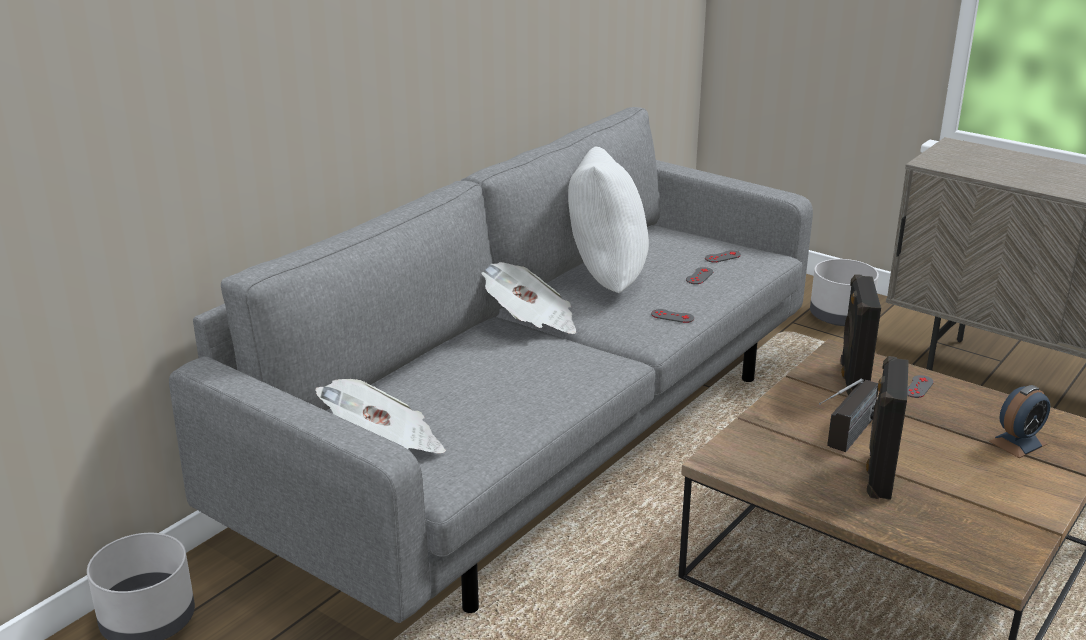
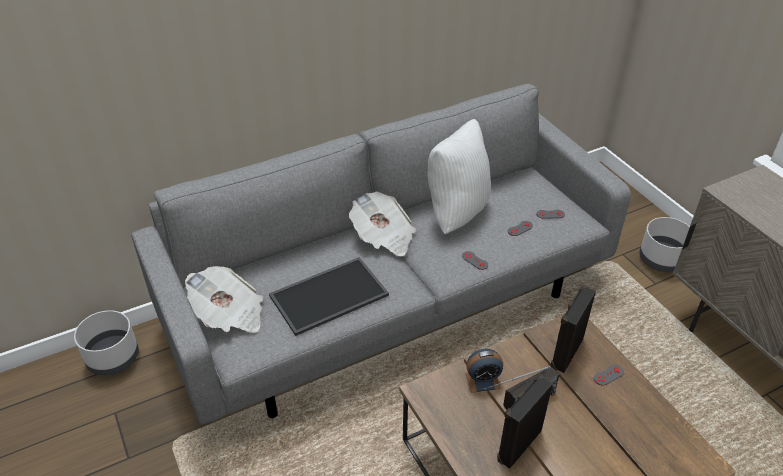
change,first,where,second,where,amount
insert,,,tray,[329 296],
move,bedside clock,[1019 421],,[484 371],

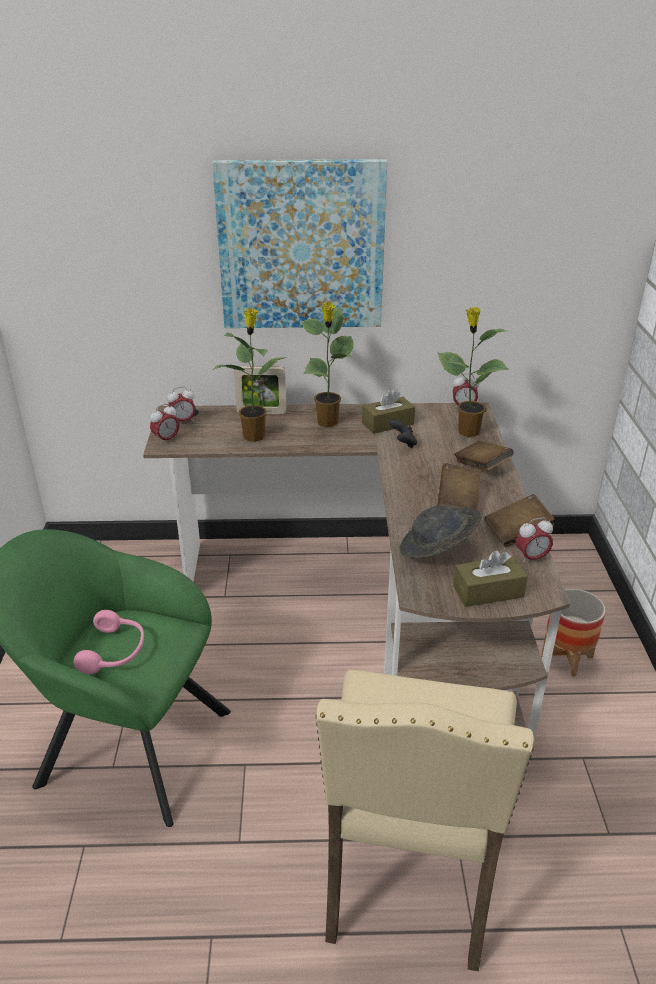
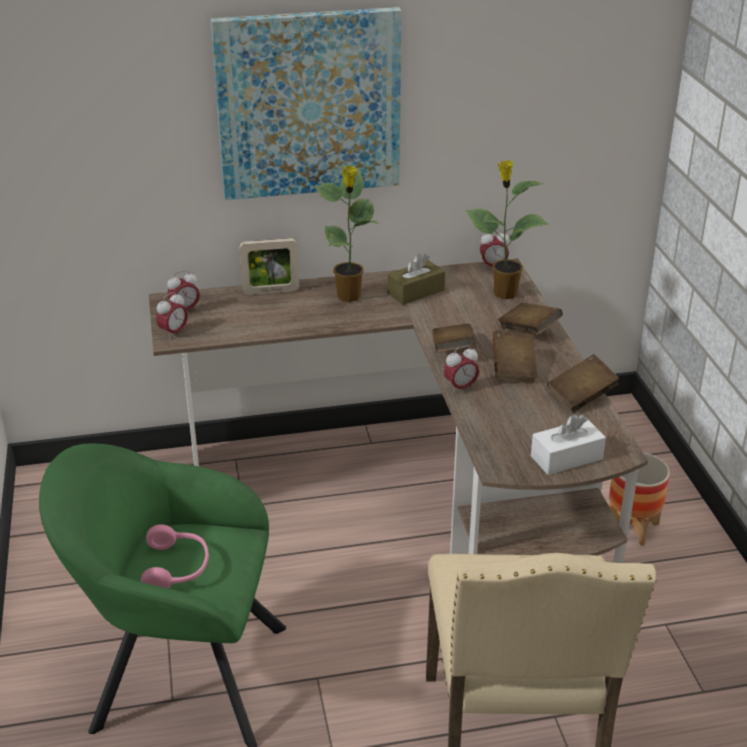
change,first,where,second,where,amount
delete,plant in a pot,[249 375],,,
delete,black-coloured joypad,[403 433],,,
delete,grey wearable hat,[441 532],,,
insert,,,brown book,[454 338],
move,bedside clock,[534 541],,[461 369],
recolor,brown box of tissues,[490 578],white box of tissues,[568 444],

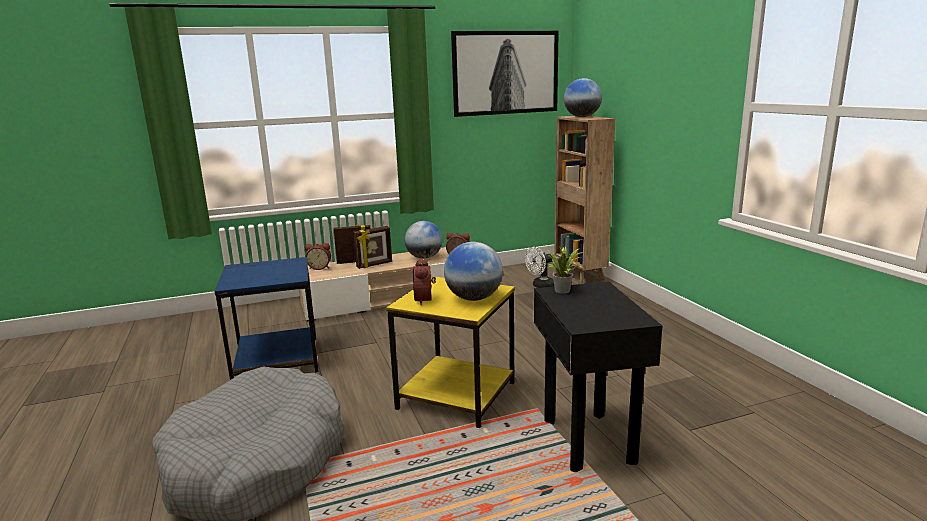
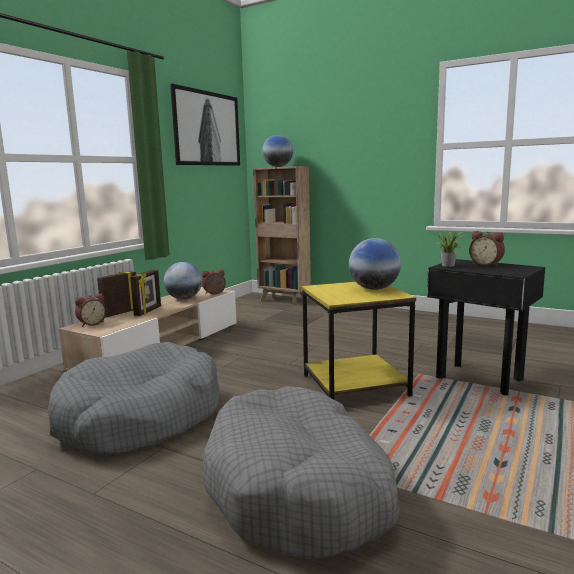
change,first,where,second,where,amount
delete,white cooling fan,[539 267],,,
move,bedside clock,[424 281],,[487 248],
replace,bluish accent table,[267 318],grey dog bed,[134 399],

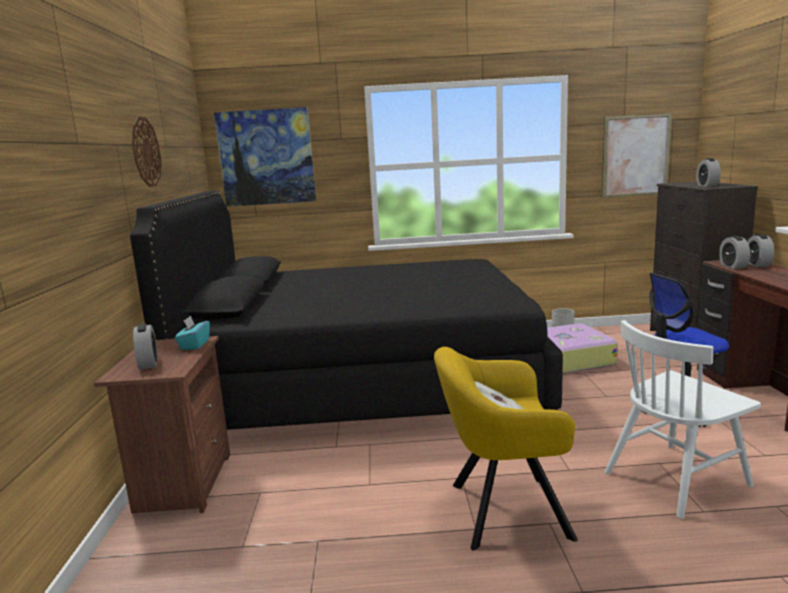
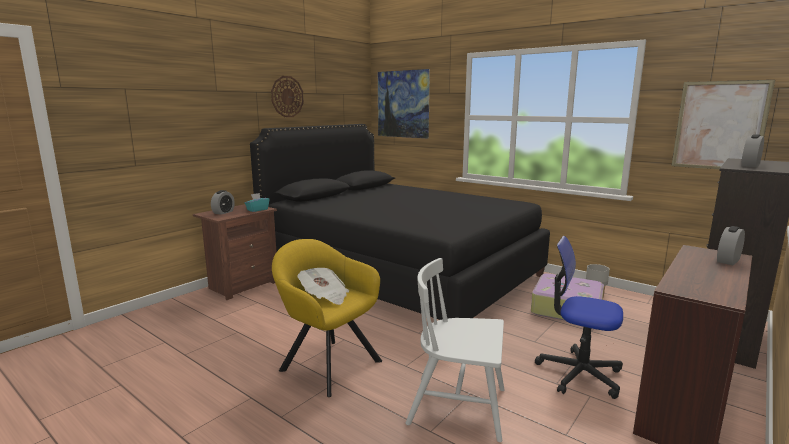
change,first,where,second,where,amount
delete,bedside clock,[734 252],,,

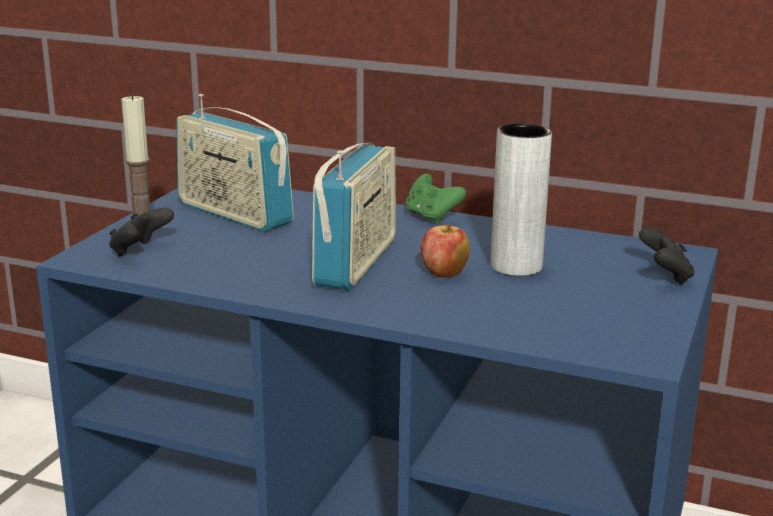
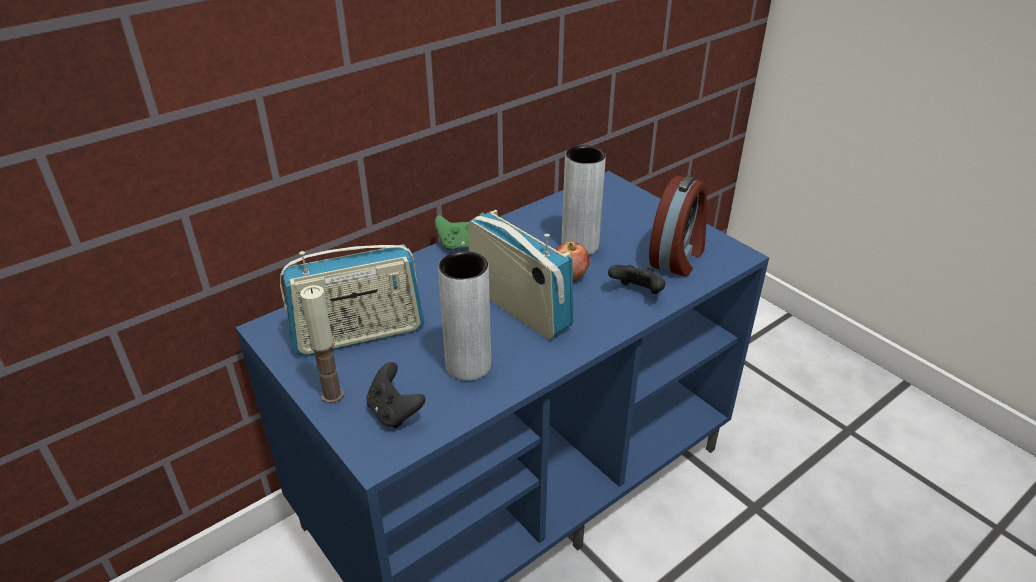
change,first,where,second,where,amount
insert,,,grey decorative vase,[464 316],
insert,,,bedside clock,[678 226],
move,black-coloured joypad,[666 256],,[637 279],

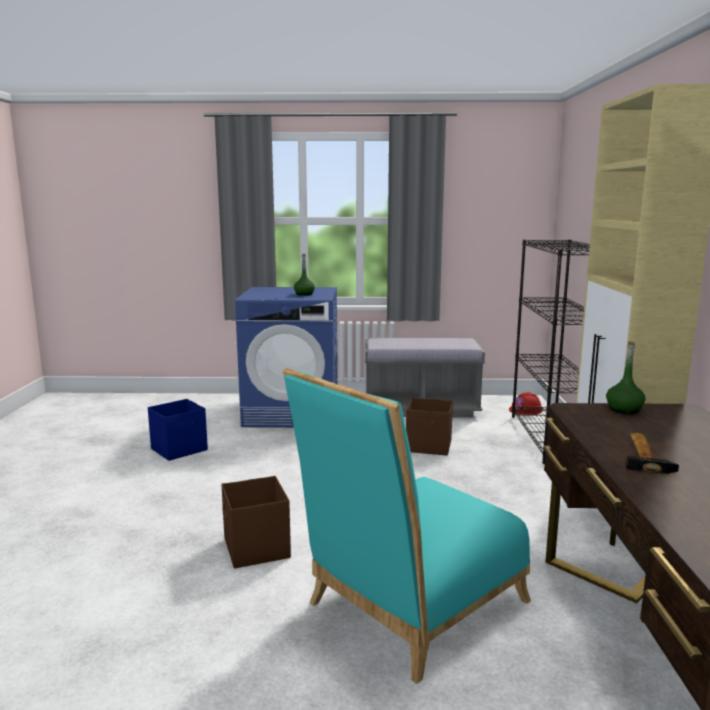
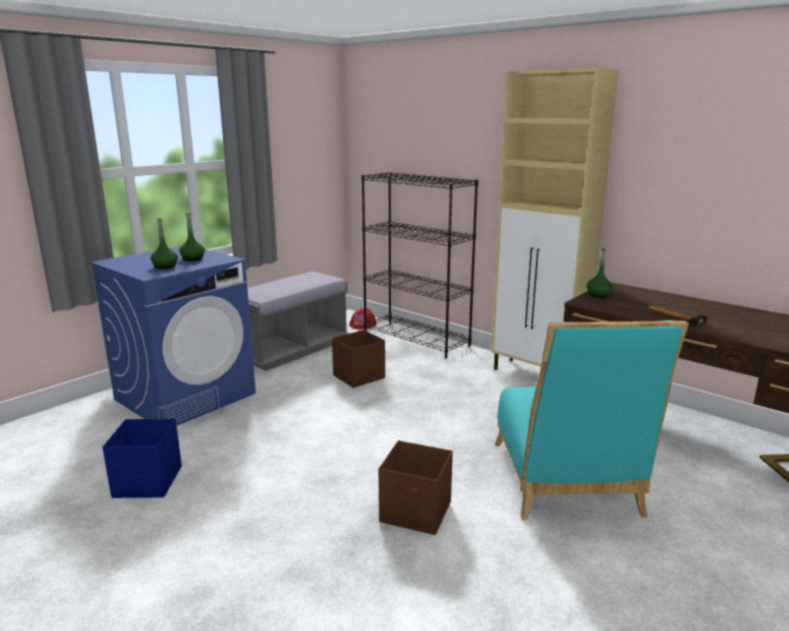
change,first,where,second,where,amount
insert,,,greenish drink bottle,[164 243],

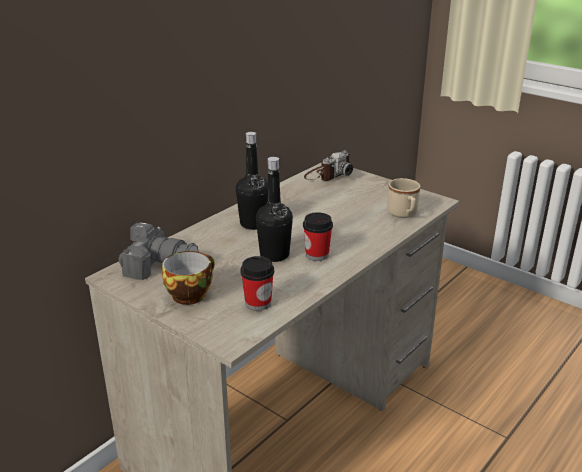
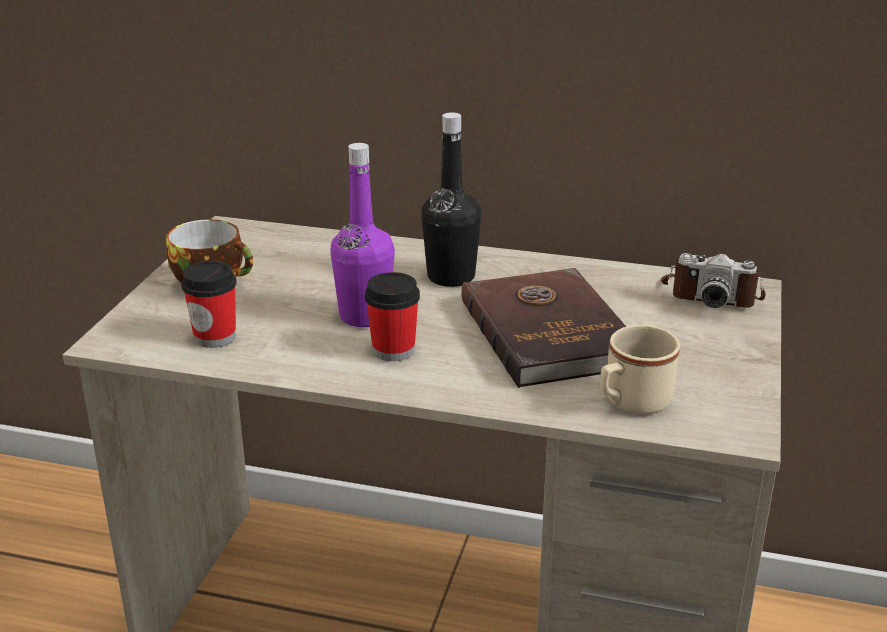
change,first,where,second,where,amount
delete,photo camera,[158 251],,,
insert,,,brown book,[543 328],
recolor,black-coloured drink bottle,[274 209],purple-coloured drink bottle,[362 235],

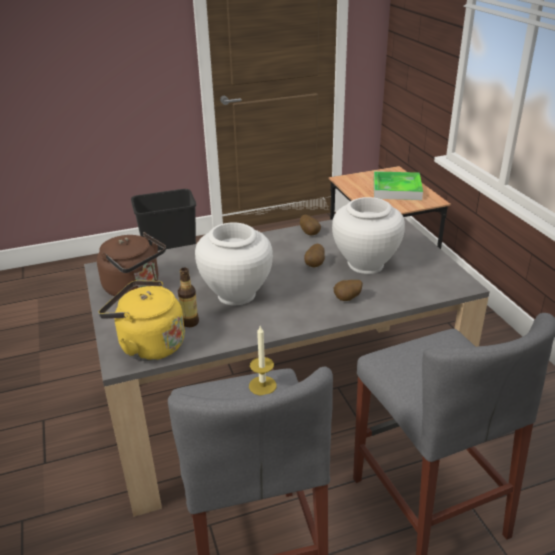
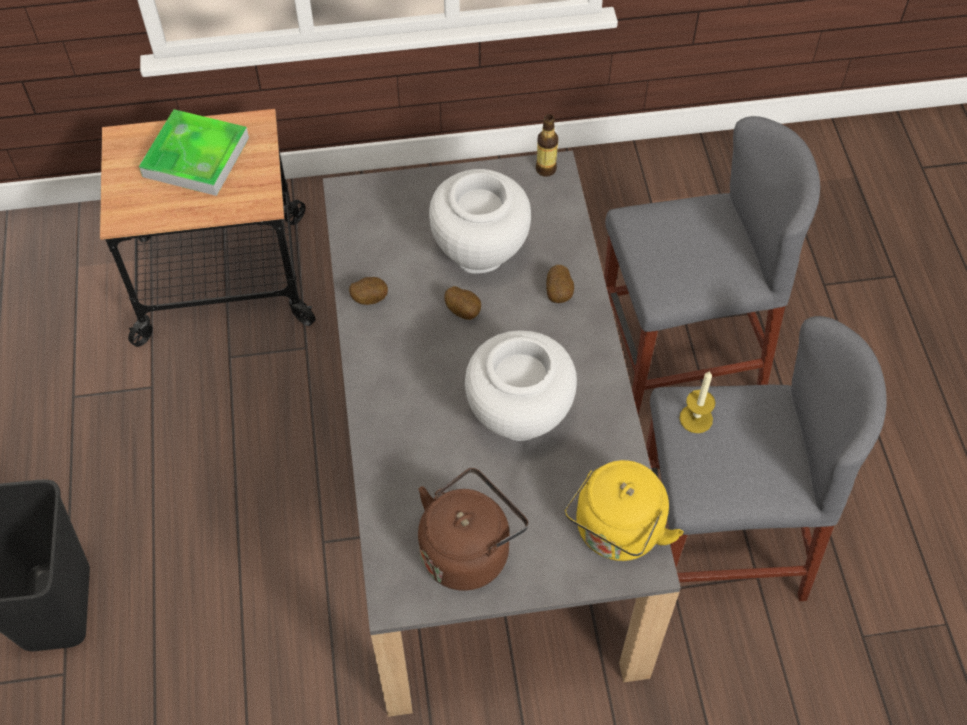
change,first,where,second,where,amount
move,drink bottle,[188 297],,[547 145],

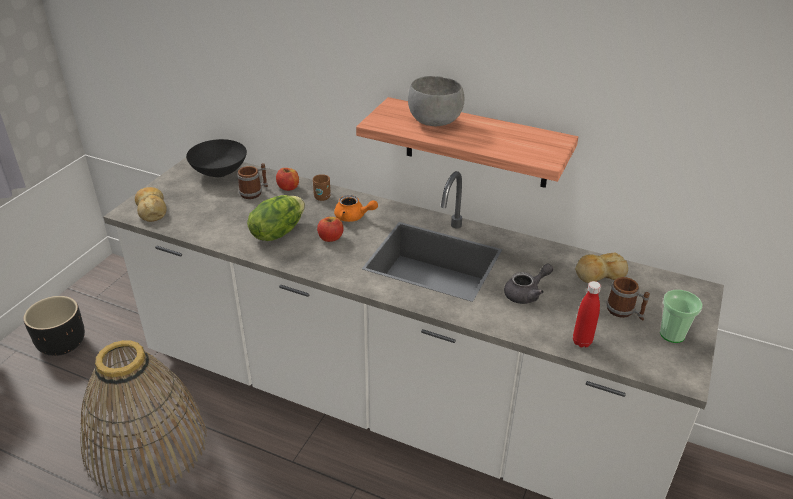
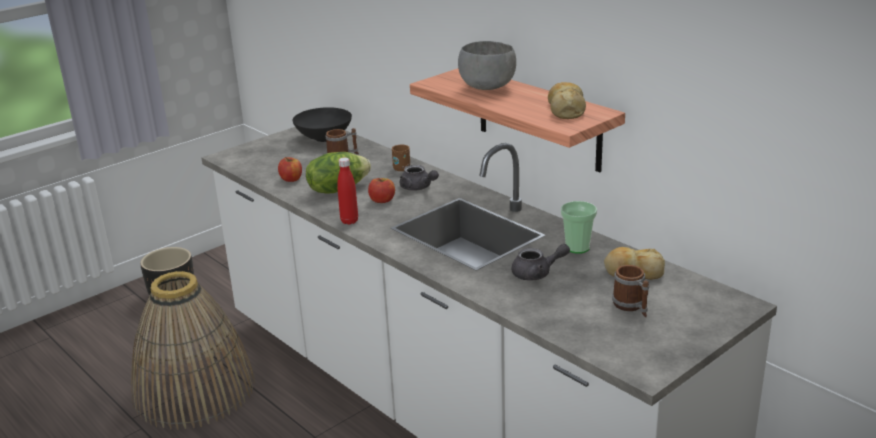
change,first,where,second,where,amount
move,bread,[151 204],,[567 100],
move,whole apple,[287 179],,[290 169],
move,red drink bottle,[587 314],,[347 191],
move,drinking cup,[681 316],,[579 227],
recolor,orange pot for tea,[356 208],grey pot for tea,[419 178],

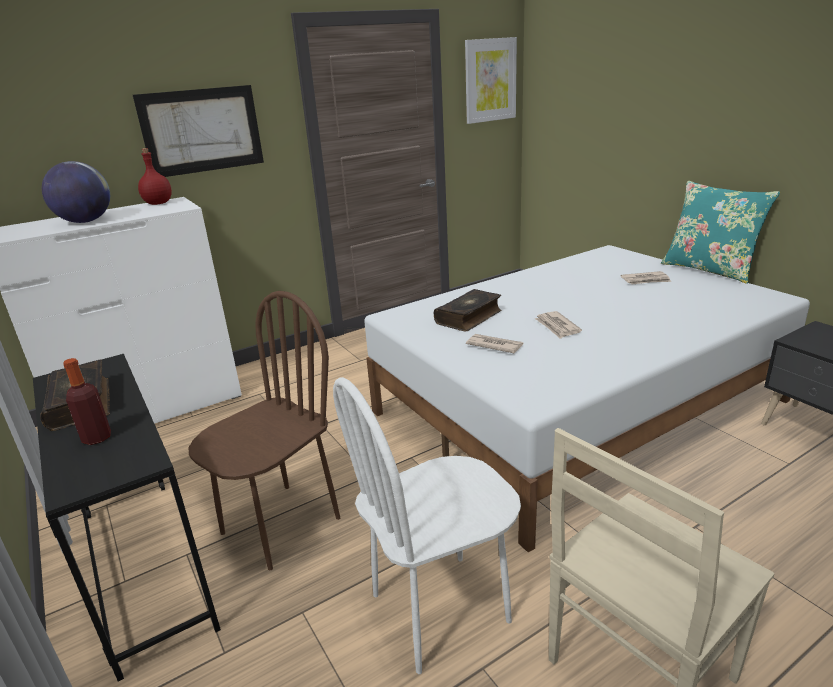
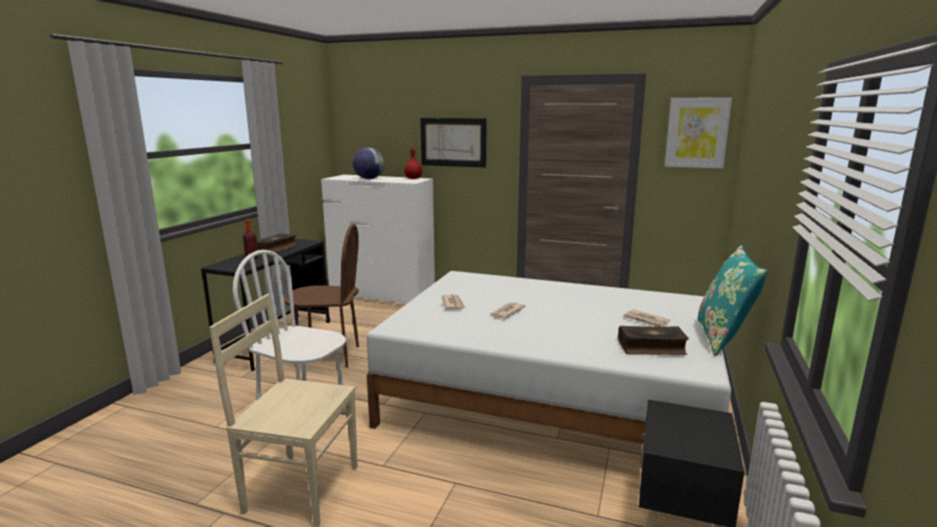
change,first,where,second,where,amount
move,book,[468 310],,[653 340],

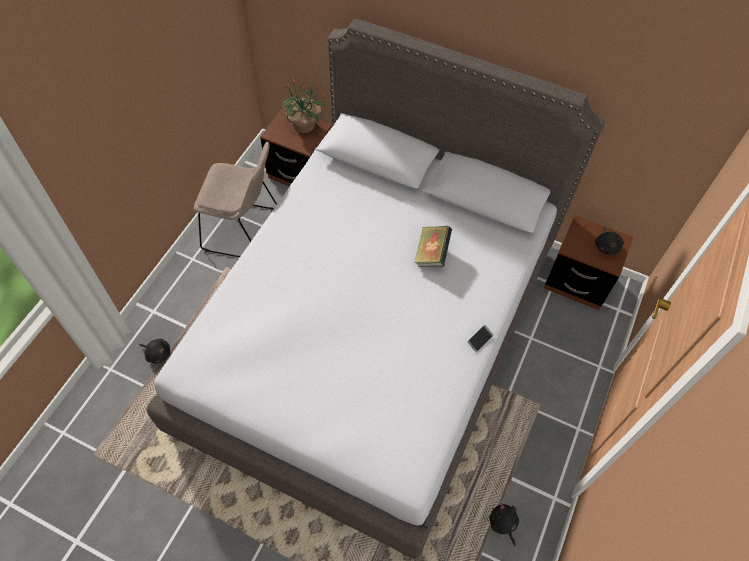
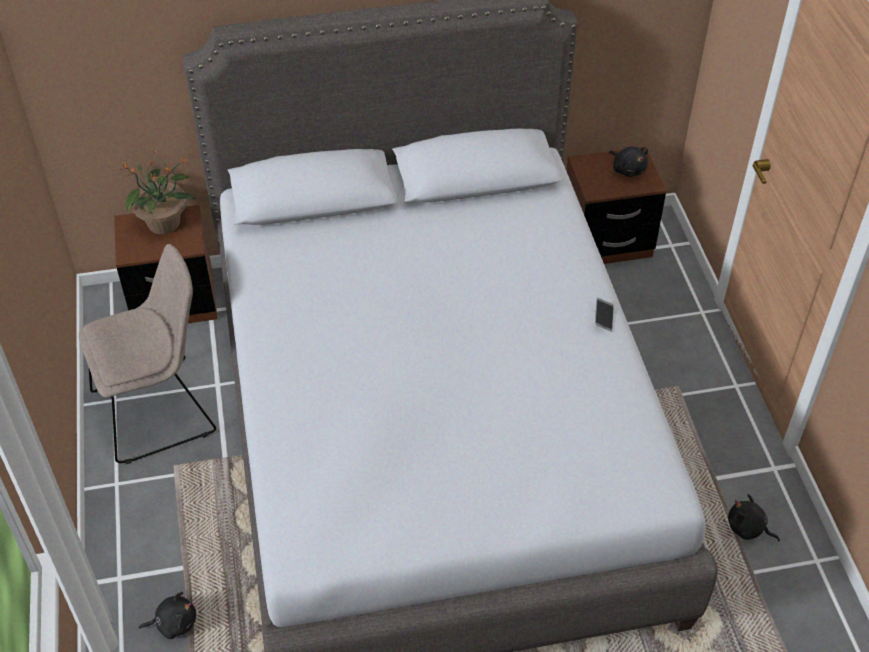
change,first,where,second,where,amount
delete,book,[433 246],,,

